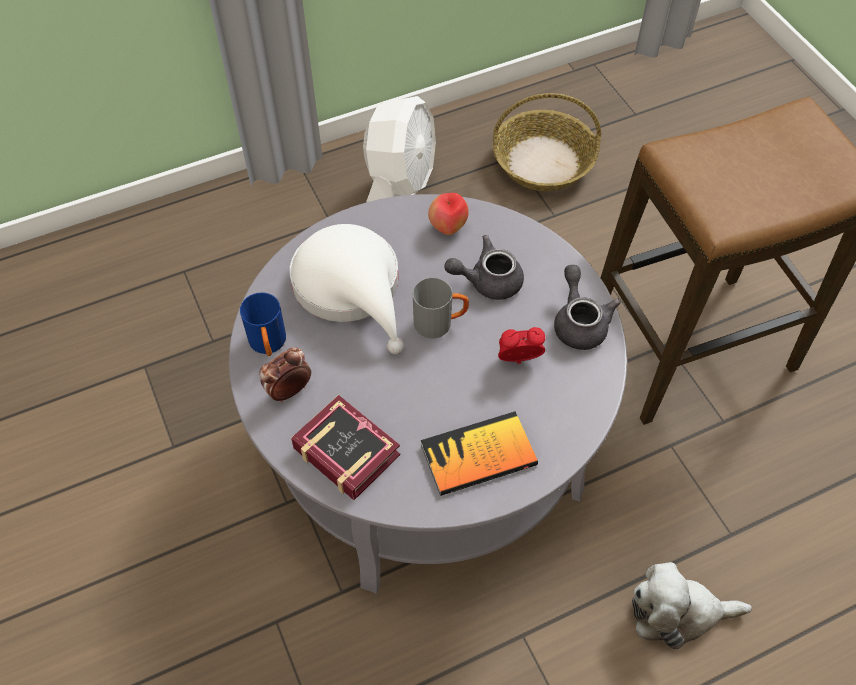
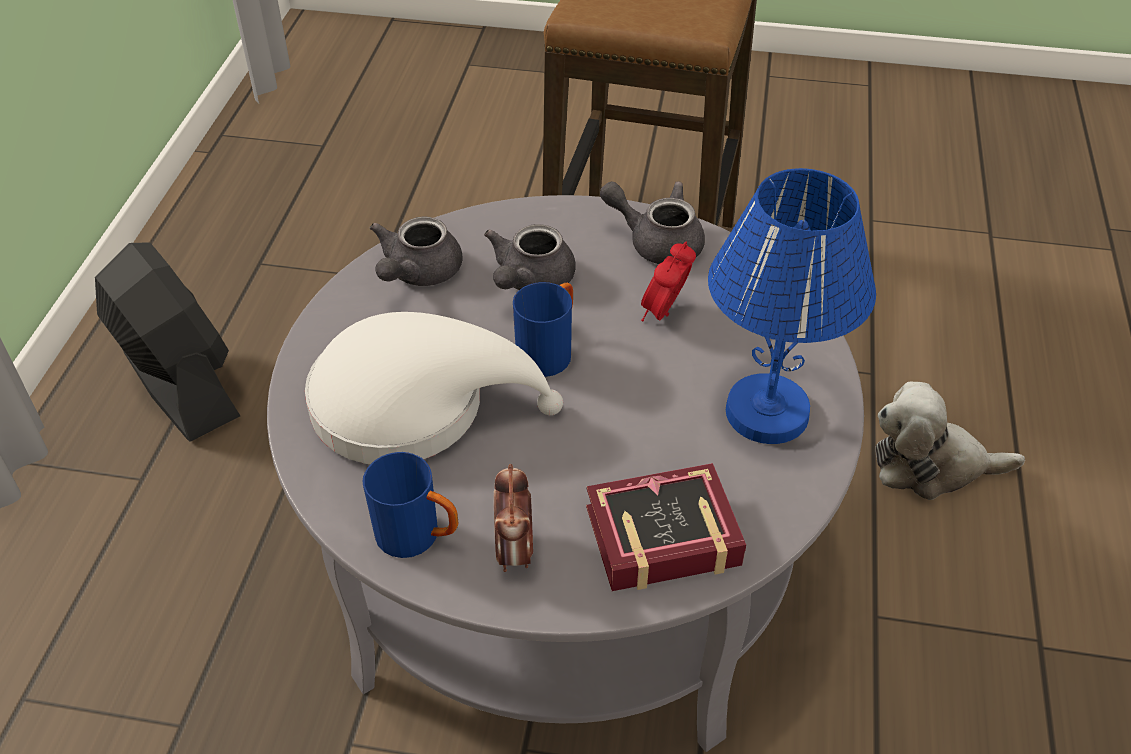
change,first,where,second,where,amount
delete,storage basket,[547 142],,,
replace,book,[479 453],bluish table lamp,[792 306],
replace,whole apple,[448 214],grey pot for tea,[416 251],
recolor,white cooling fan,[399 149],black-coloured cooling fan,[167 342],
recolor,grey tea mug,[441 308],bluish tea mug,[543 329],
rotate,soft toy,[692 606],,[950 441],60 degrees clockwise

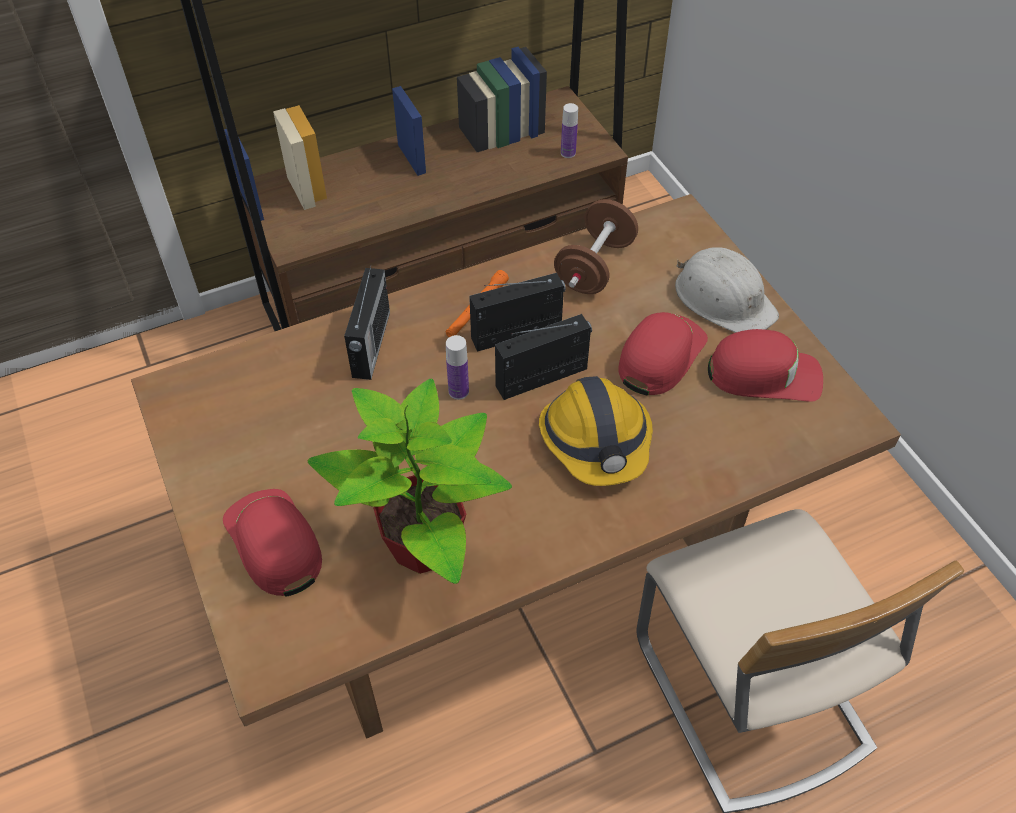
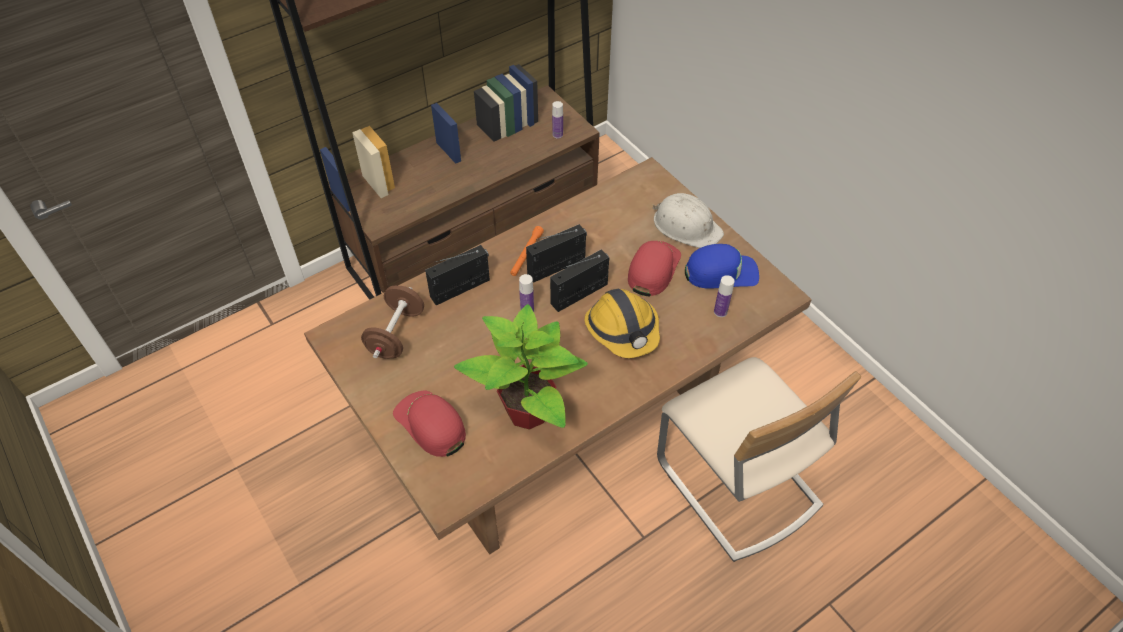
change,first,where,second,where,amount
insert,,,drink bottle,[724 296],
move,brown hand weight,[596 246],,[392 322],
recolor,red cap,[765 365],bluish cap,[722 266],
rotate,radio receiver,[367 323],,[457 275],120 degrees counterclockwise

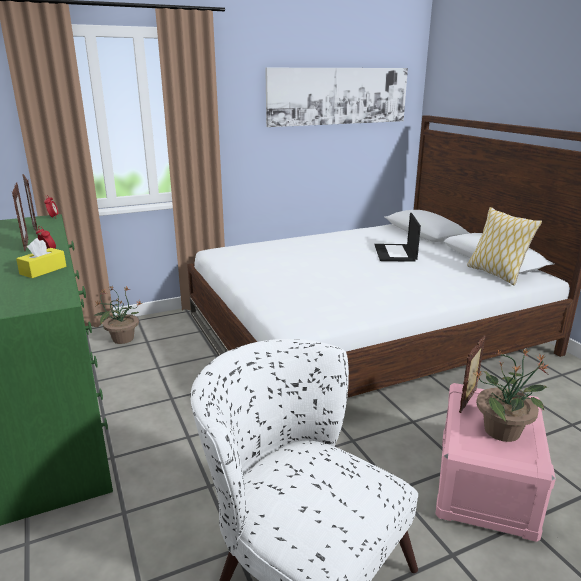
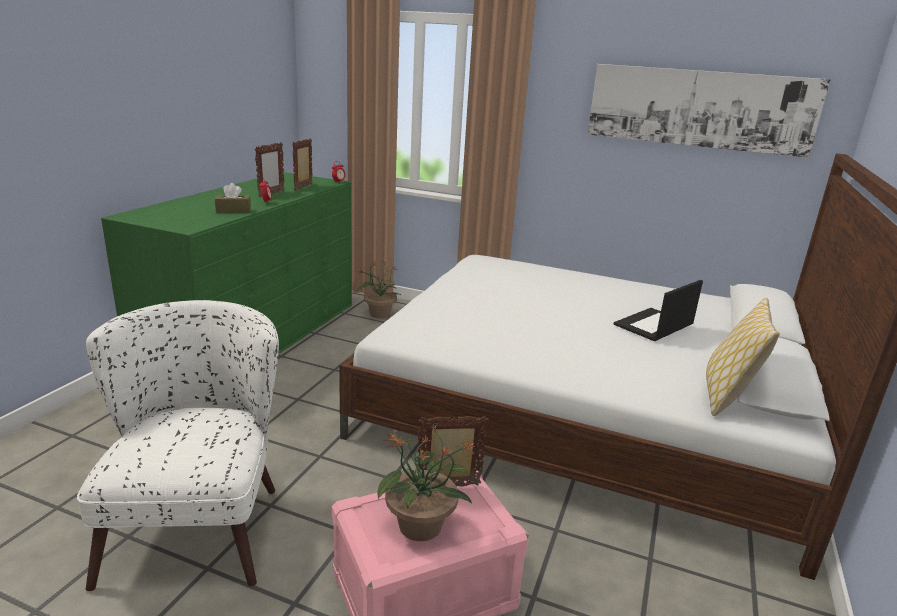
change,first,where,second,where,amount
recolor,yellow-coloured box of tissues,[41 258],brown box of tissues,[233 198],

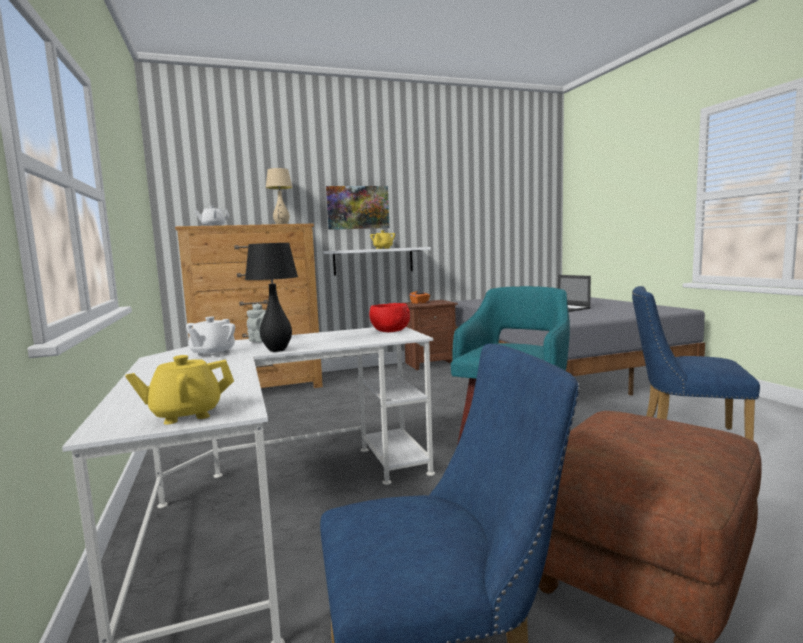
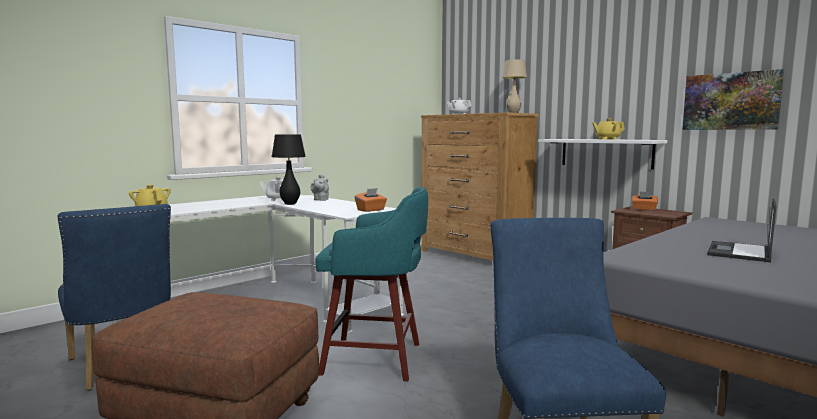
change,first,where,second,where,amount
move,picture,[358 208],,[733 99],
replace,red deep dish,[389 317],orange box of tissues,[371 200],

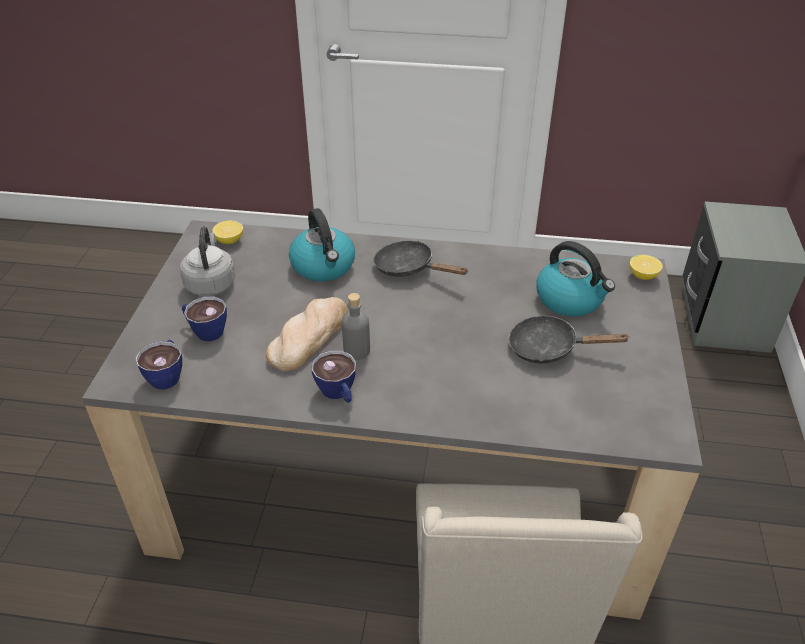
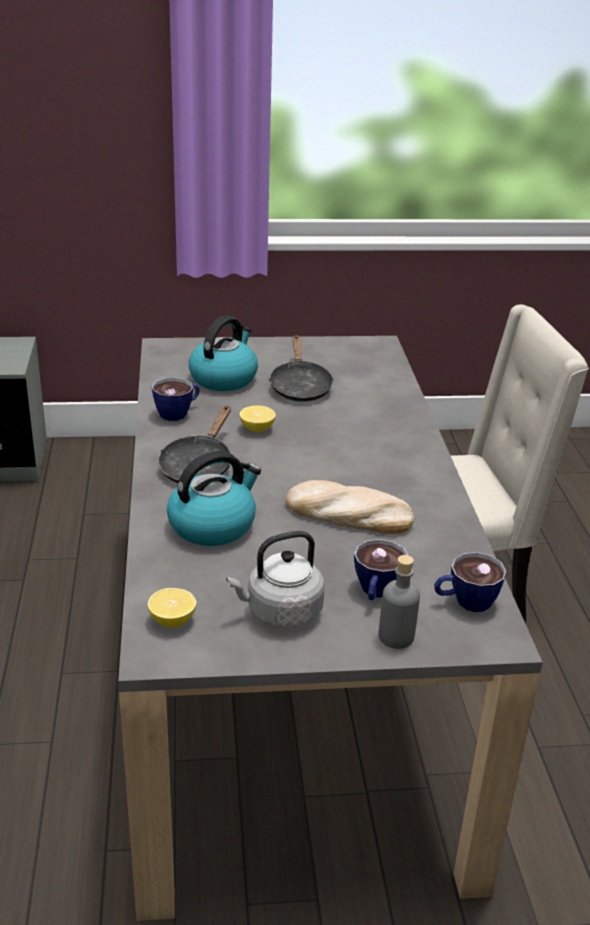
change,first,where,second,where,amount
move,drinking cup,[333 377],,[176 399],
move,grey drink bottle,[356 326],,[399 602],
move,lemon,[646 267],,[257 419],

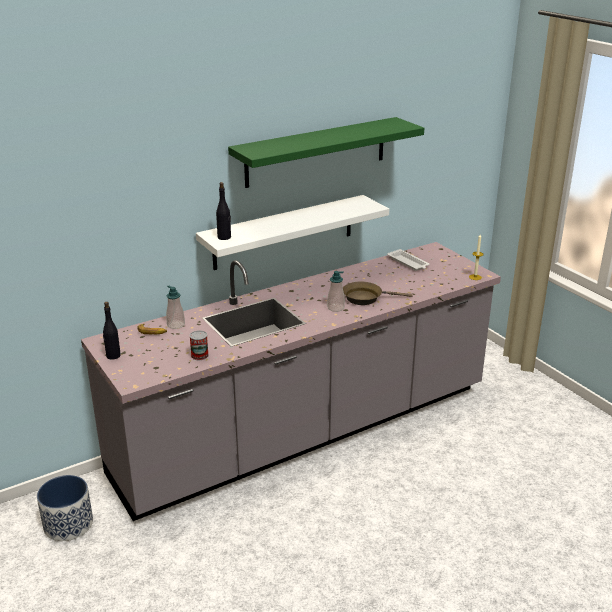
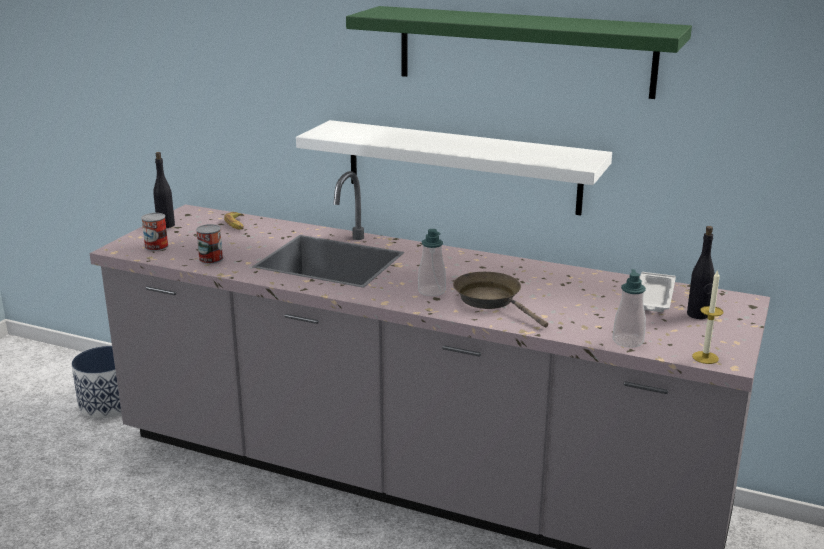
change,first,where,second,where,amount
insert,,,metal can,[154 232],
move,soap dispenser,[175 307],,[629 308],
move,black-coloured drink bottle,[223 211],,[701 272],

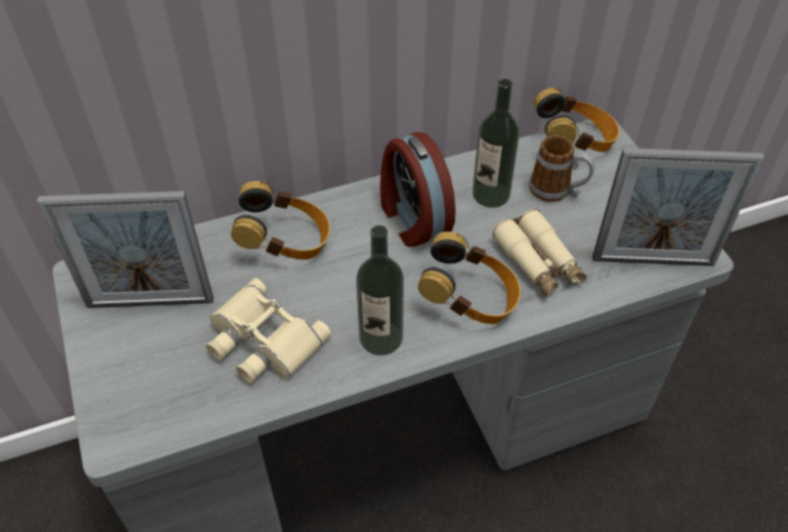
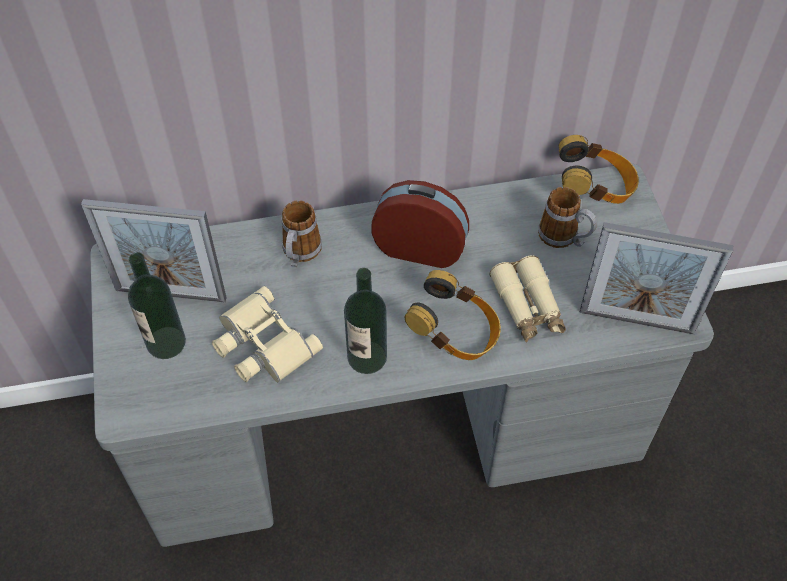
change,first,where,second,where,amount
move,drink bottle,[496 143],,[157 305],
replace,headset,[280 220],tea mug,[302 233],
rotate,bedside clock,[418 189],,[420 224],120 degrees clockwise

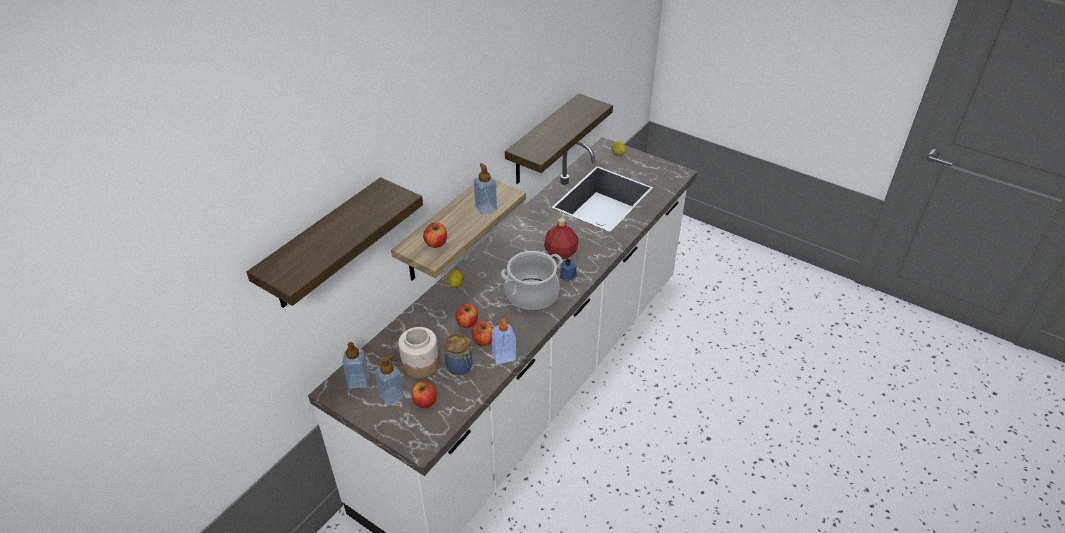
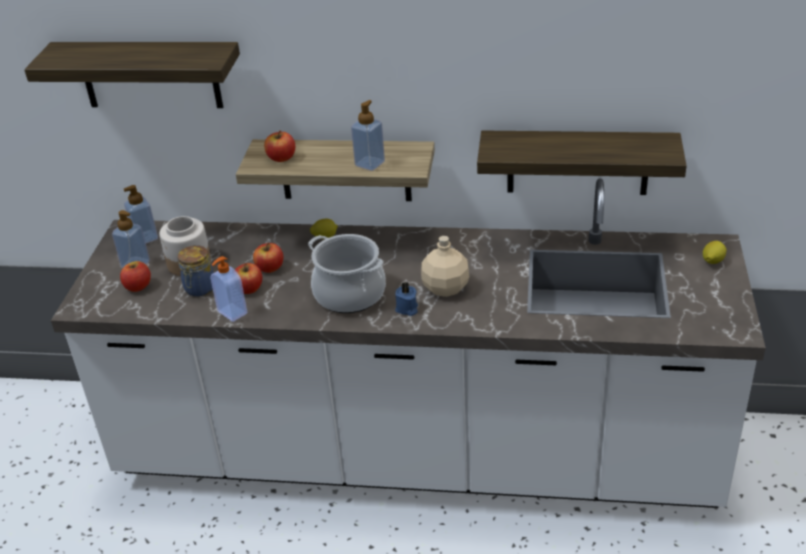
change,first,where,second,where,amount
recolor,red drink bottle,[561 238],beige-coloured drink bottle,[445 266],

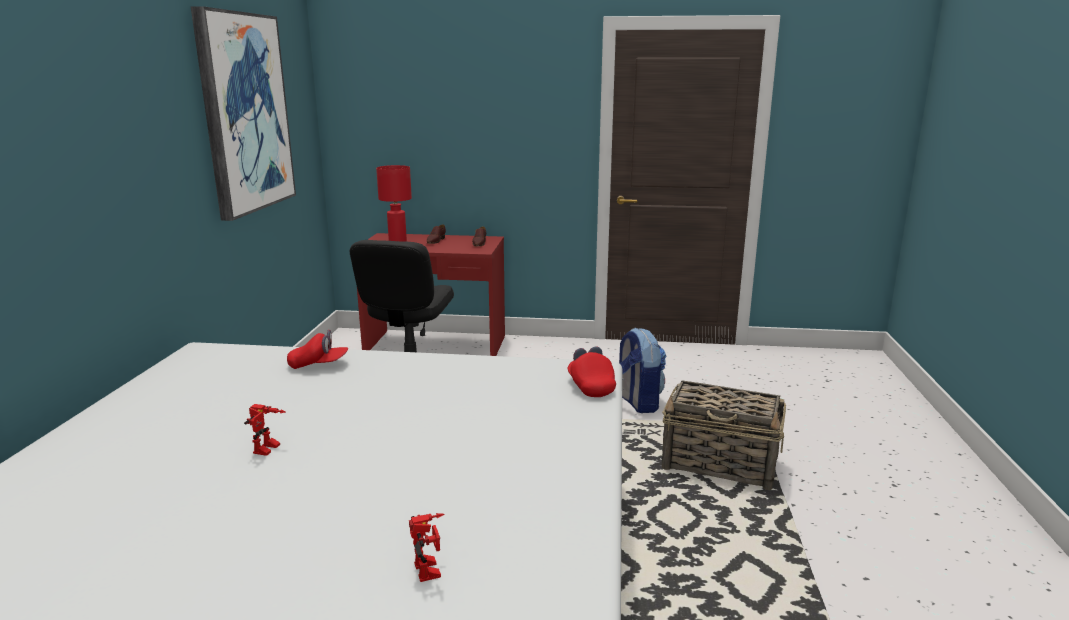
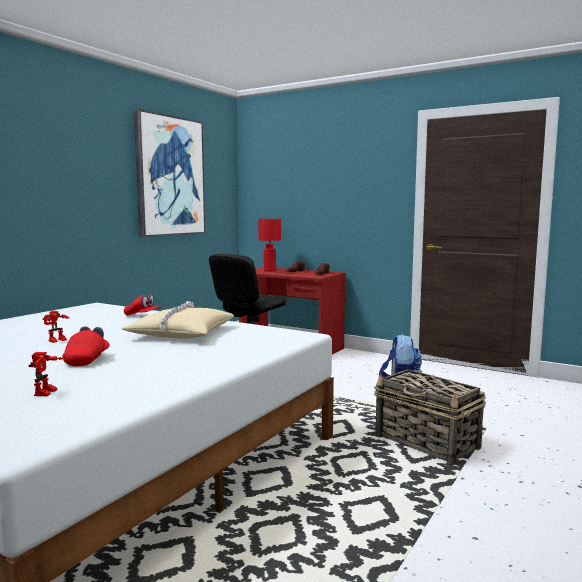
change,first,where,second,where,amount
insert,,,beige-coloured cushion,[178 319],
move,red cap,[591 372],,[86 346],

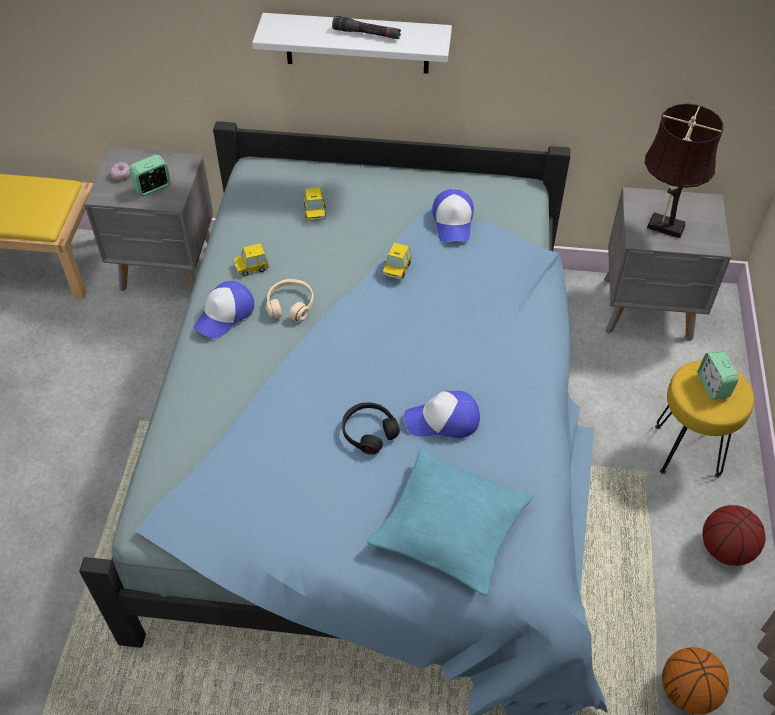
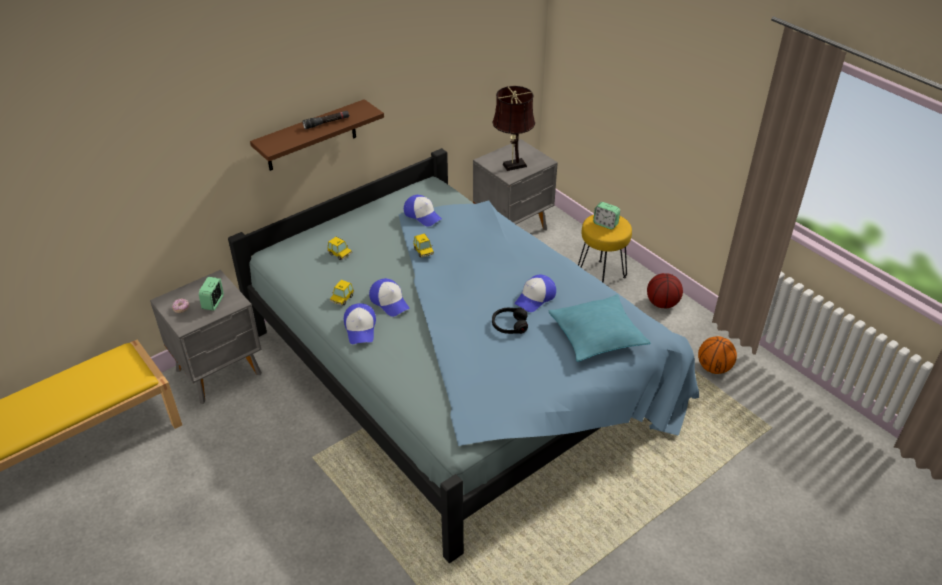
change,first,where,second,where,amount
replace,beige-coloured headset,[290 300],cap,[389 297],
recolor,white shelf,[352 43],brown shelf,[317 135],

